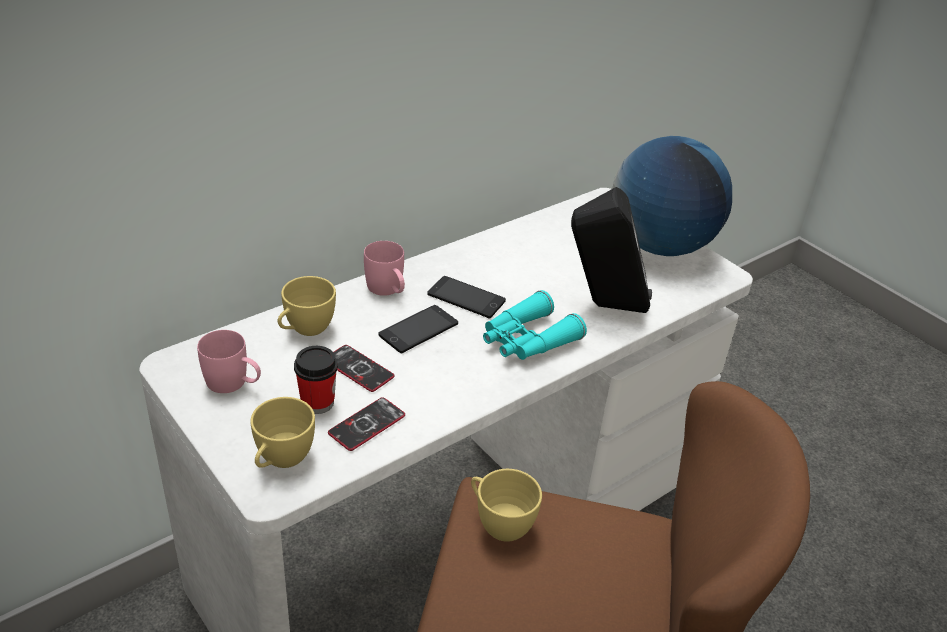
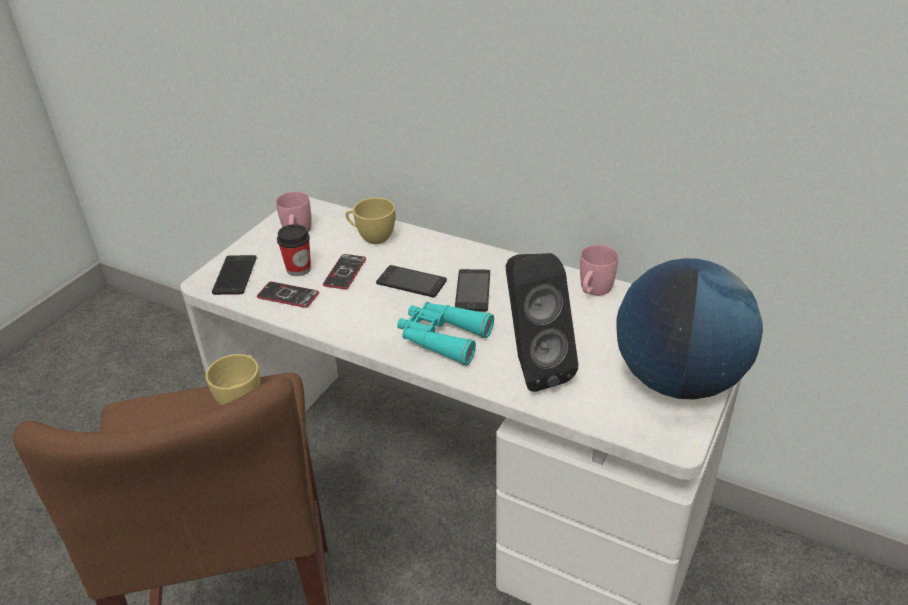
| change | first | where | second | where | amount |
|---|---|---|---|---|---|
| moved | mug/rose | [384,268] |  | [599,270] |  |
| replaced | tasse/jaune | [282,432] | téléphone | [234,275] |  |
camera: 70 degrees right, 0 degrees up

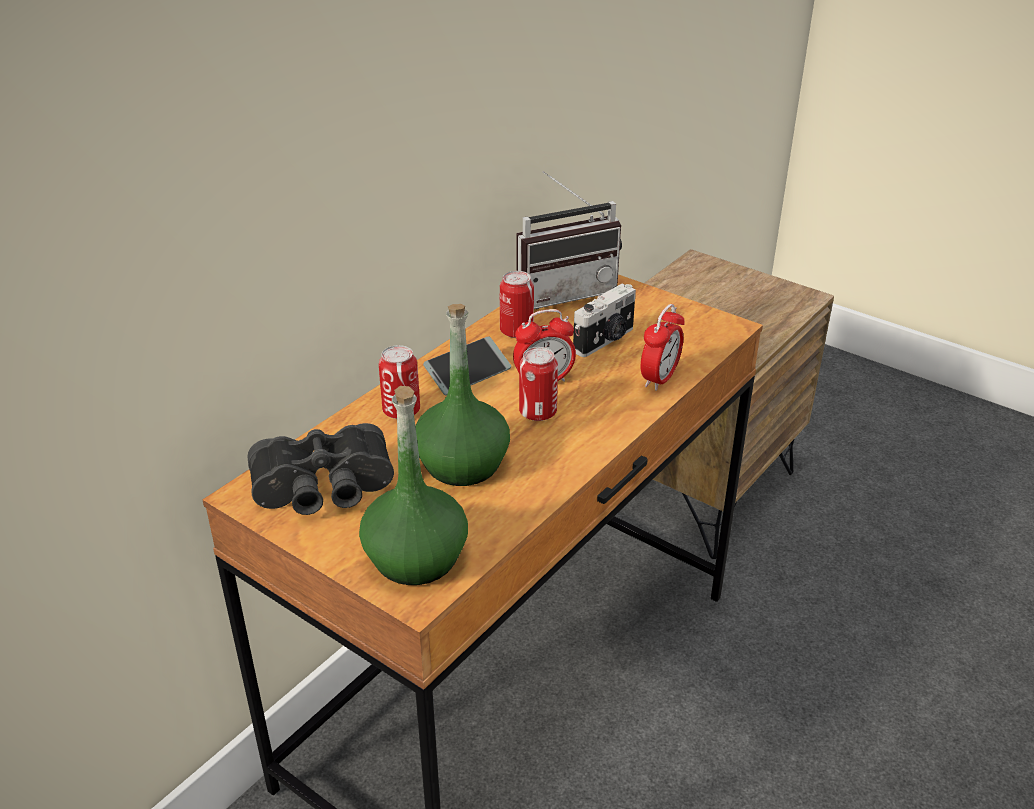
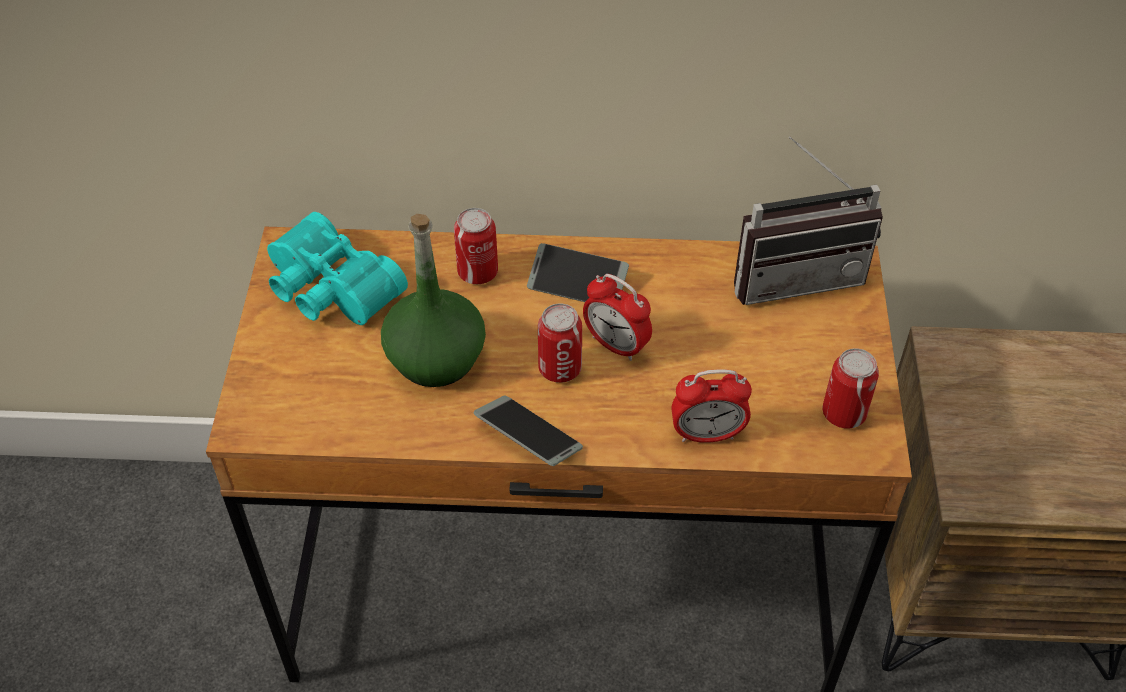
| change | first | where | second | where | amount |
|---|---|---|---|---|---|
| turned | radio | [569,240] |  | [808,220] | 45 degrees counterclockwise |
| moved | boîte métallique | [517,304] |  | [850,388] |  |
| removed | appareil photo | [604,320] |  |  |  |
| removed | bouteille/vert | [413,485] |  |  |  |
| recoloured | jumelles/noir | [321,469] | jumelles/turquoise | [337,268] |  |
| added |  |  | téléphone | [528,430] |  |
camera: 55 degrees right, 15 degrees up

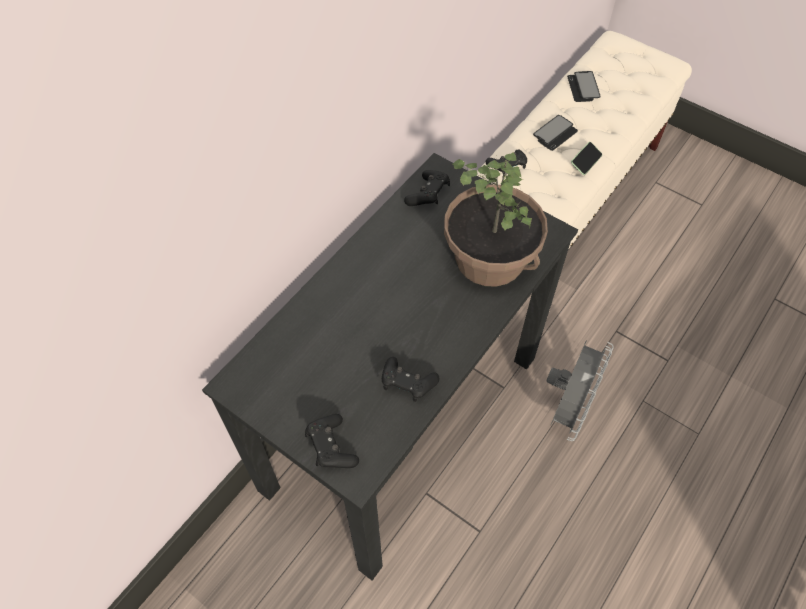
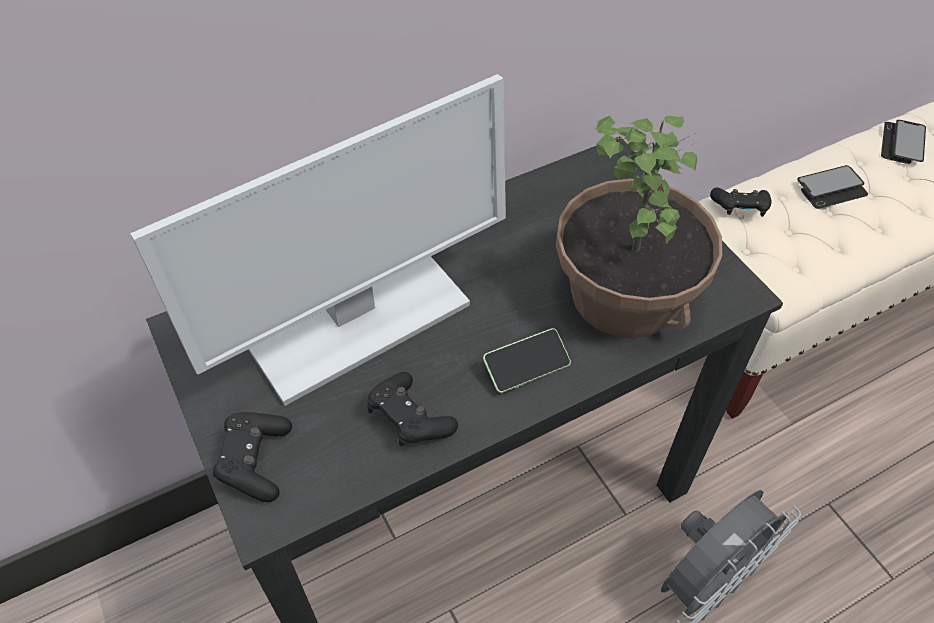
| change | first | where | second | where | amount |
|---|---|---|---|---|---|
| moved | téléphone | [586,158] |  | [527,360] |  |
| removed | manette/noir | [427,188] |  |  |  |
| added |  |  | écran d'ordinateur | [318,240] |  |
camera: 25 degrees right, 5 degrees down

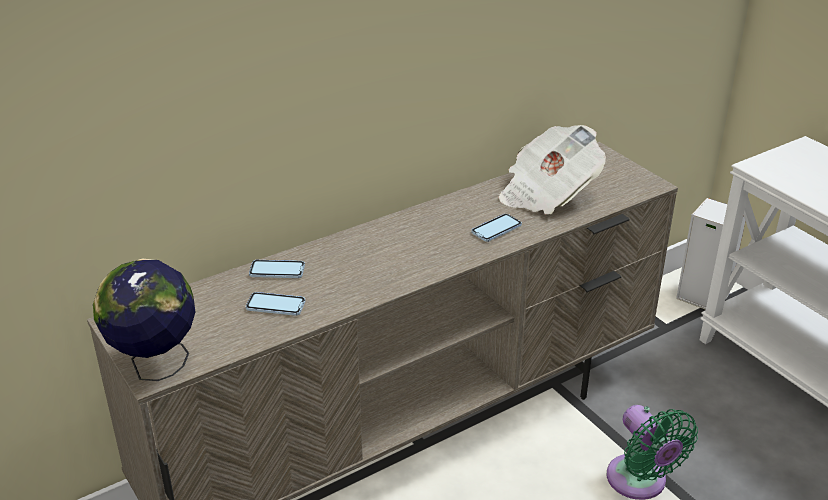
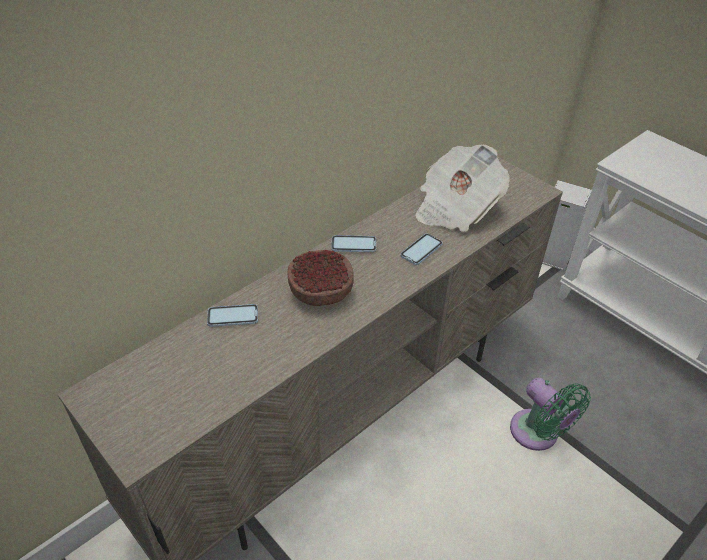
| change | first | where | second | where | amount |
|---|---|---|---|---|---|
| removed | globe | [144,319] |  |  |  |
| moved | téléphone | [275,304] |  | [353,243] |  |
| added |  |  | bol | [320,278] |  |
camera: 10 degrees left, 10 degrees up

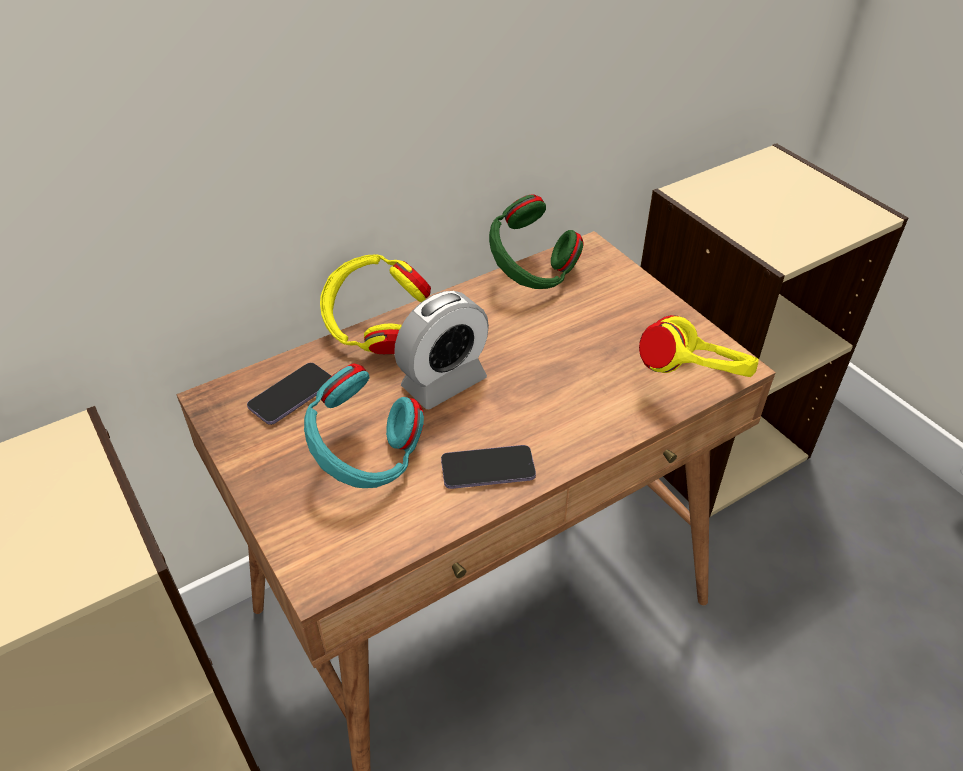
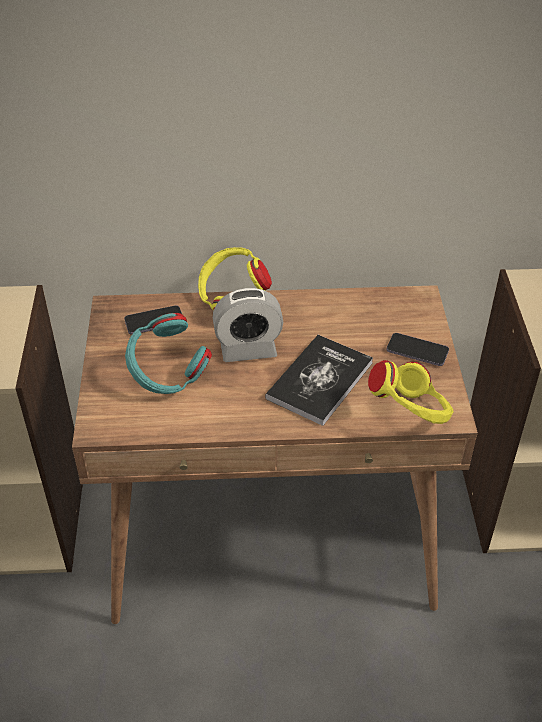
| change | first | where | second | where | amount |
|---|---|---|---|---|---|
| removed | casque audio/vert | [536,241] |  |  |  |
| moved | téléphone | [488,467] |  | [418,349] |  |
| added |  |  | livre | [319,380] |  |
camera: 30 degrees right, 0 degrees up

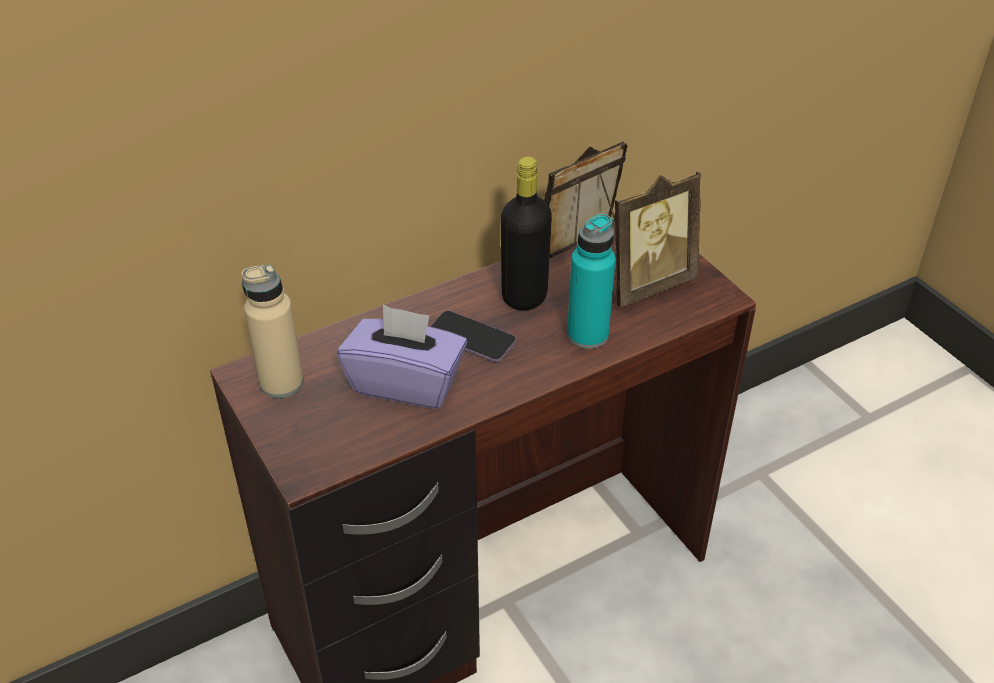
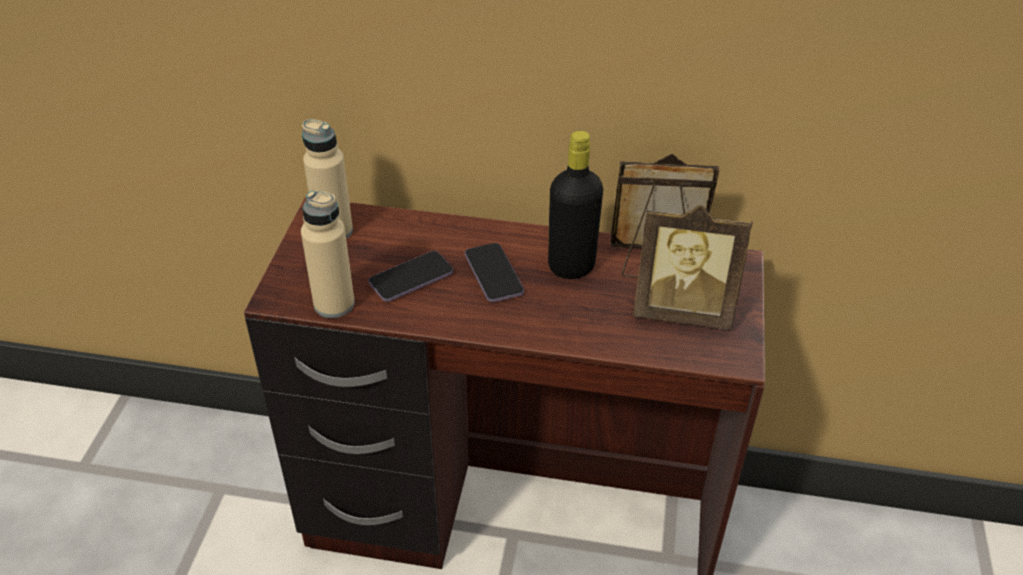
| change | first | where | second | where | amount |
|---|---|---|---|---|---|
| removed | bouteille/turquoise | [591,281] |  |  |  |
| replaced | boîte à mouchoirs/violet | [402,357] | téléphone | [411,276] |  |
| added |  |  | bouteille/beige | [328,254] |  |
camera: 40 degrees right, 0 degrees up

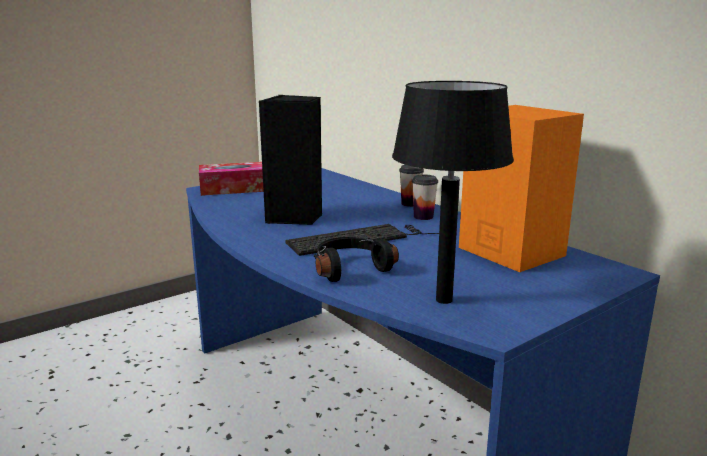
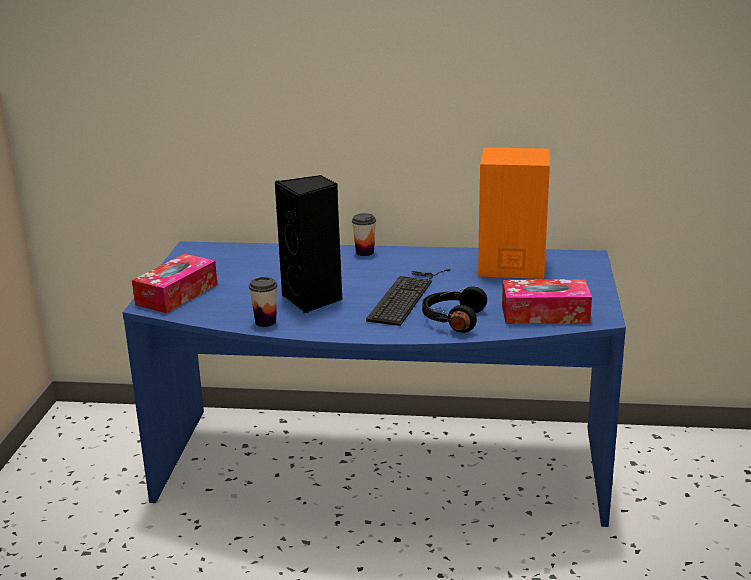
| change | first | where | second | where | amount |
|---|---|---|---|---|---|
| replaced | lampe de table/noir | [453,192] | boîte à mouchoirs | [547,301] |  |
| moved | tasse | [425,197] |  | [263,302] |  |
camera: 45 degrees left, 5 degrees up

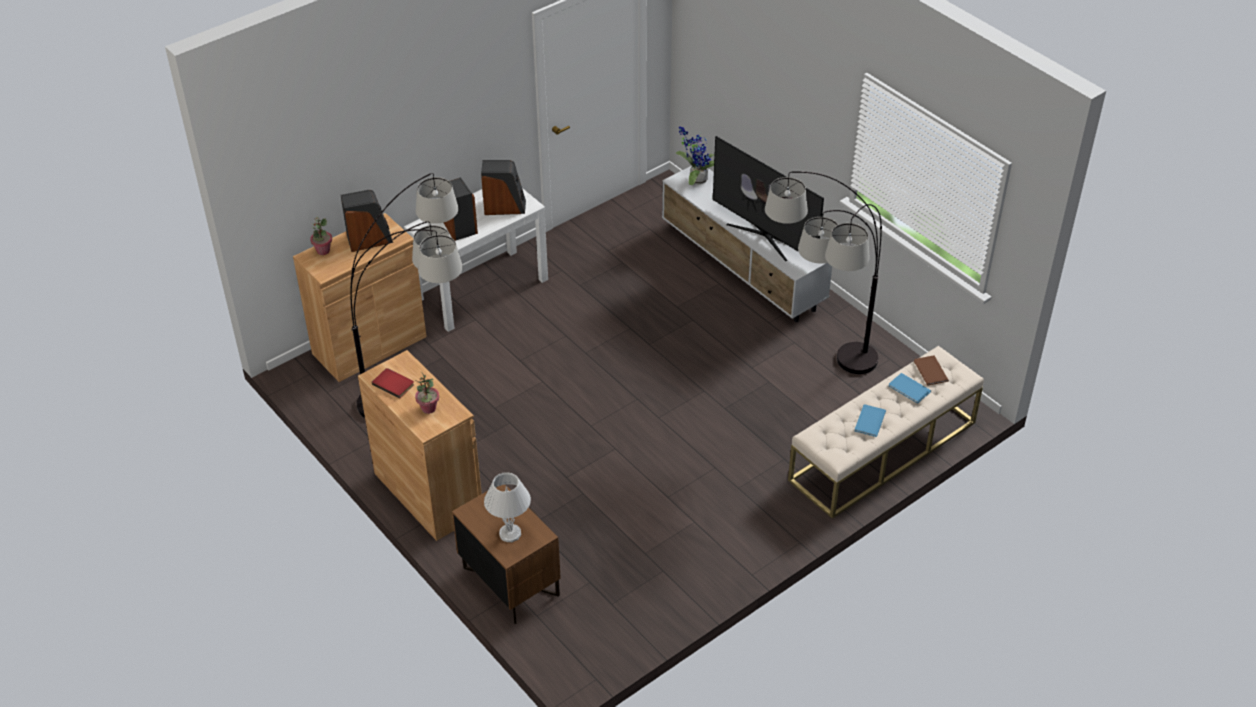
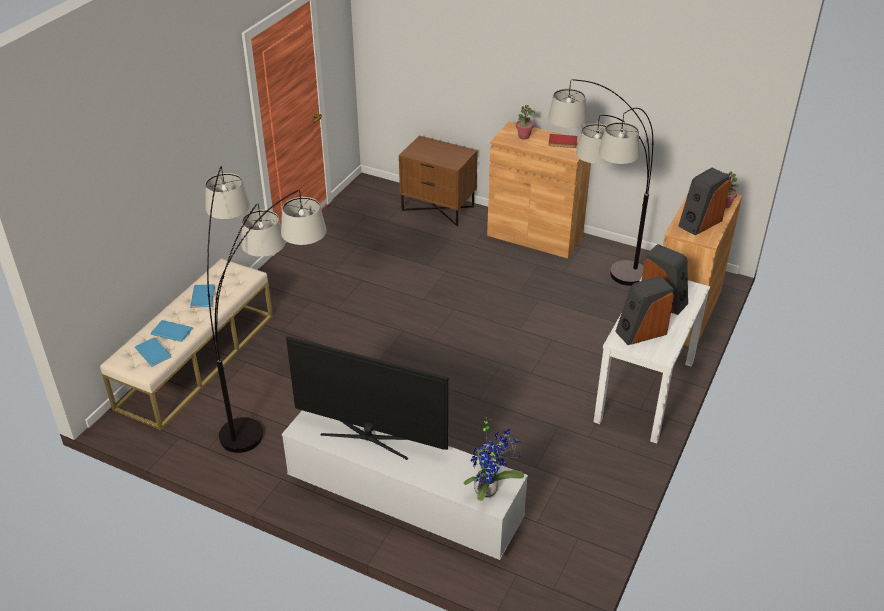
| change | first | where | second | where | amount |
|---|---|---|---|---|---|
| recoloured | livre/marron | [931,370] | livre/bleu | [153,352] |  |
| removed | lampe de table/blanc | [507,507] |  |  |  |
camera: 155 degrees right, 5 degrees down

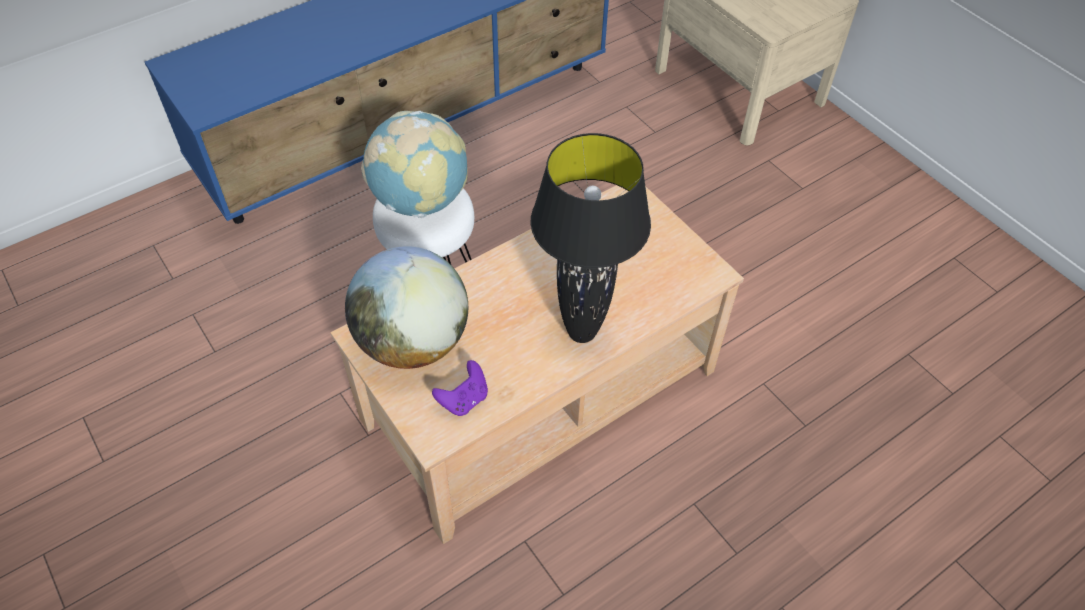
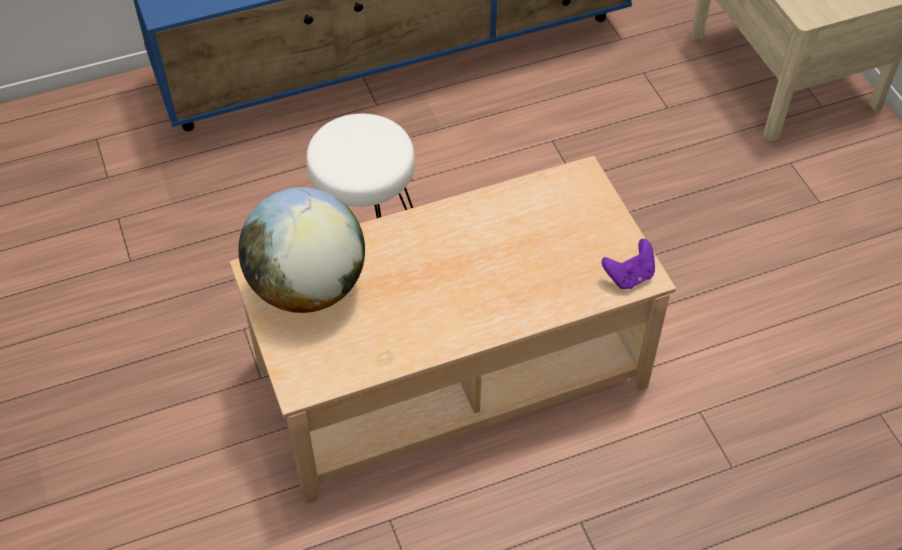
| change | first | where | second | where | amount |
|---|---|---|---|---|---|
| removed | globe | [414,164] |  |  |  |
| removed | lampe de table/noir | [591,238] |  |  |  |
| moved | manette/violet | [460,388] |  | [628,264] |  |
camera: 15 degrees right, 0 degrees up

